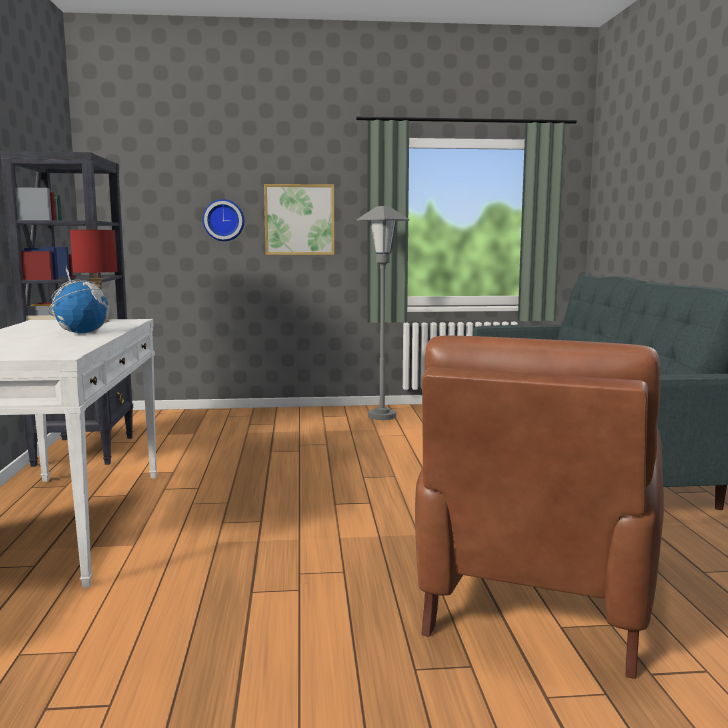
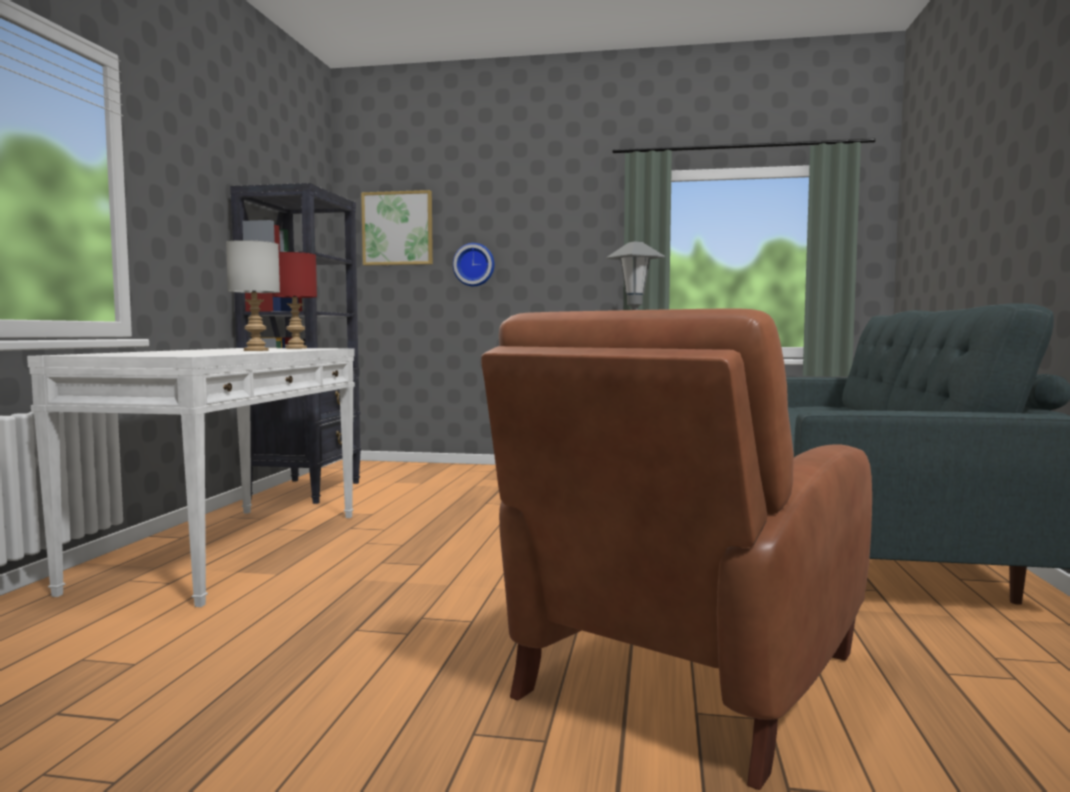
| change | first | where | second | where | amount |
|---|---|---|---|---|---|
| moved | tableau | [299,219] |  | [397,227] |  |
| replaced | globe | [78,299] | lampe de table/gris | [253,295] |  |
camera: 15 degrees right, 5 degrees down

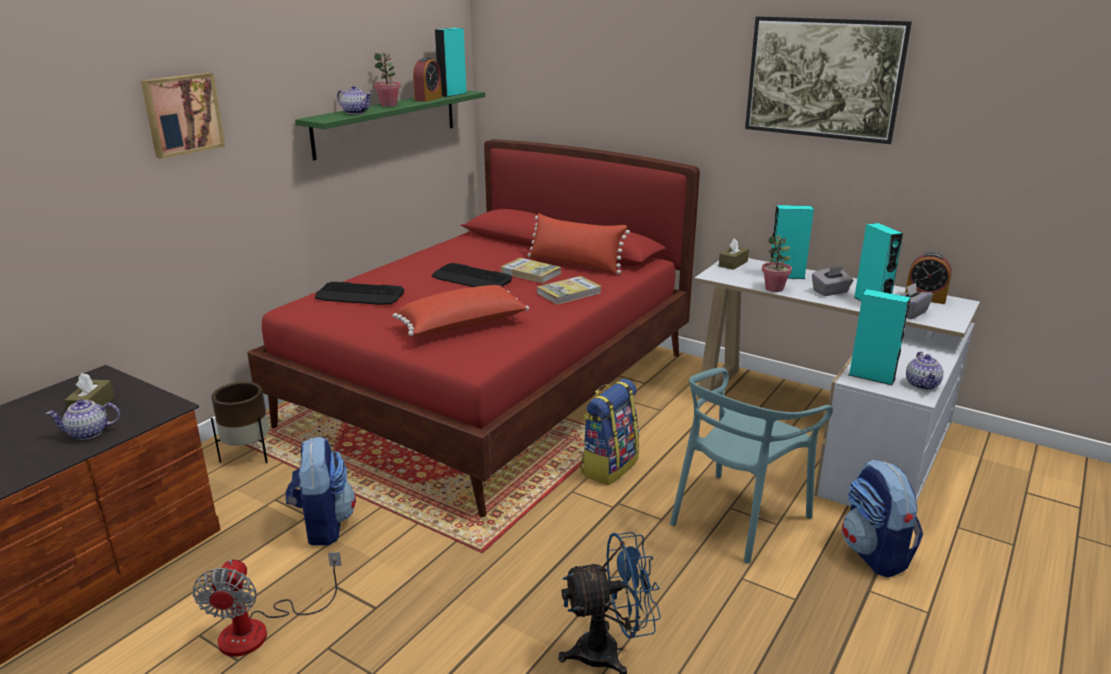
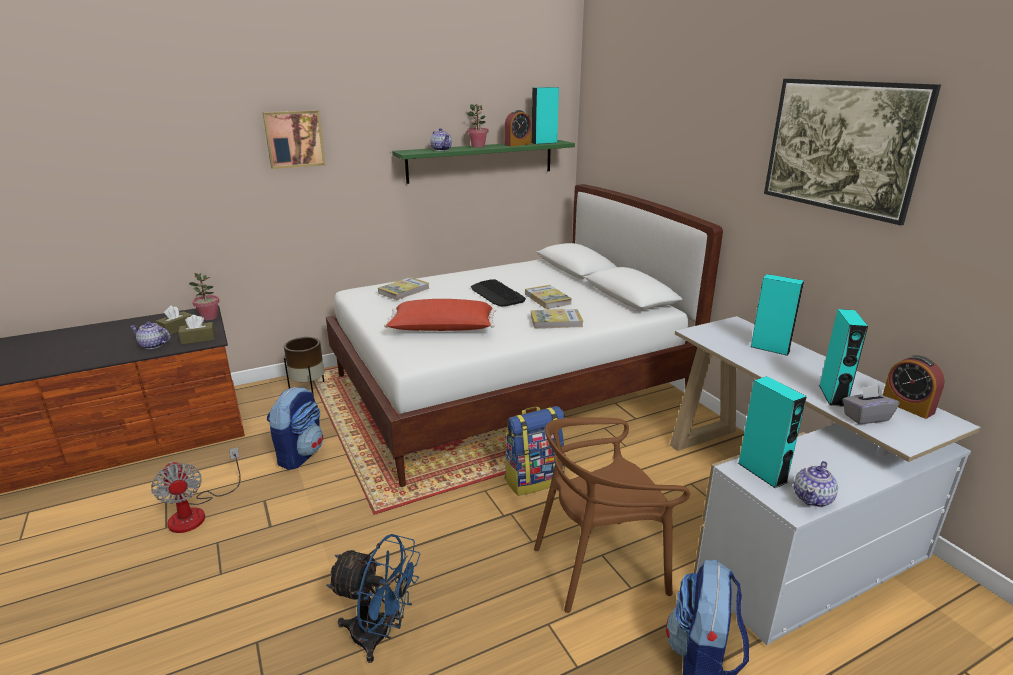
| change | first | where | second | where | amount |
|---|---|---|---|---|---|
| recoloured | lit/rouge | [473,328] | lit/blanc | [524,335] |  |
| removed | coussin/rouge | [579,244] |  |  |  |
| moved | plante en pot | [777,263] |  | [204,296] |  |
| moved | boîte à mouchoirs/marron | [734,254] |  | [196,329] |  |
| removed | boîte à mouchoirs/gris | [832,281] |  |  |  |
| replaced | clavier | [359,293] | livre | [404,288] |  |
| recoloured | chaise/turquoise | [751,465] | chaise/marron | [612,515] |  |
| turned | ventilateur | [267,604] |  | [196,490] | 60 degrees counterclockwise |
camera: 30 degrees right, 0 degrees up

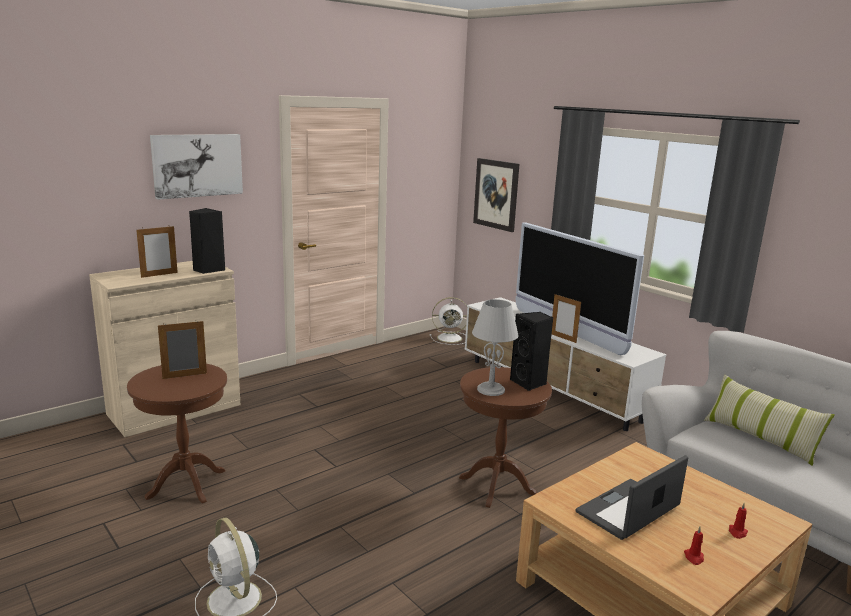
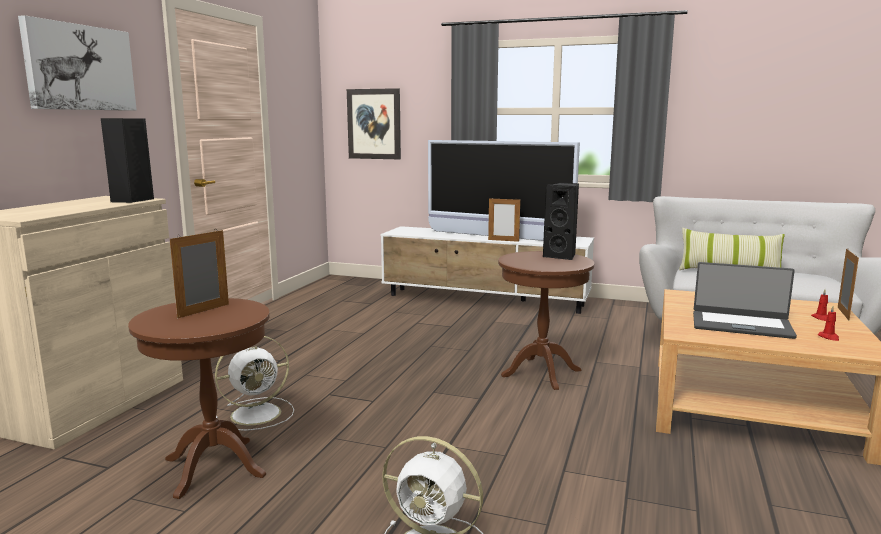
| change | first | where | second | where | amount |
|---|---|---|---|---|---|
| moved | cadre photo | [157,251] |  | [848,284] |  |
| moved | ventilateur/blanc | [448,321] |  | [254,383] |  |
| removed | lampe de table/gris | [495,347] |  |  |  |
| turned | ordinateur portable | [632,497] |  | [745,300] | 90 degrees counterclockwise |
camera: 30 degrees left, 5 degrees down

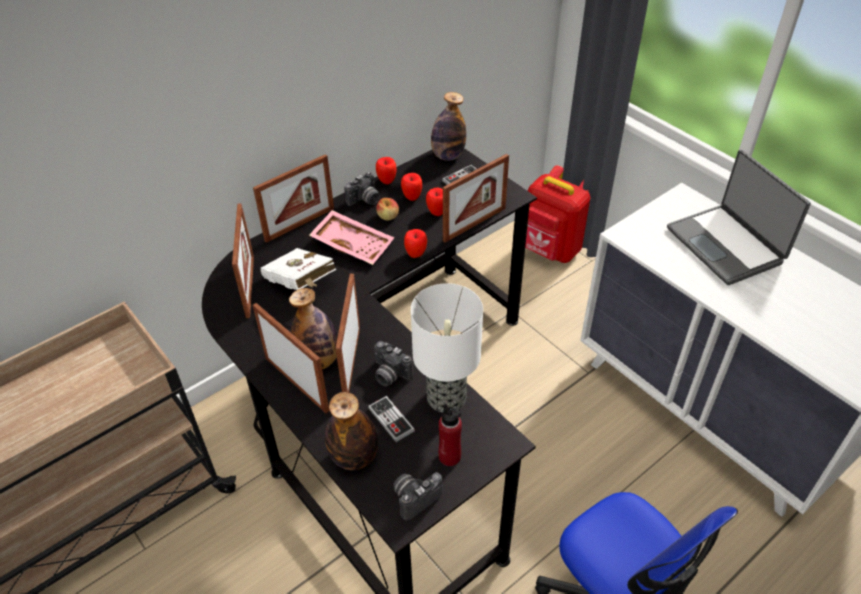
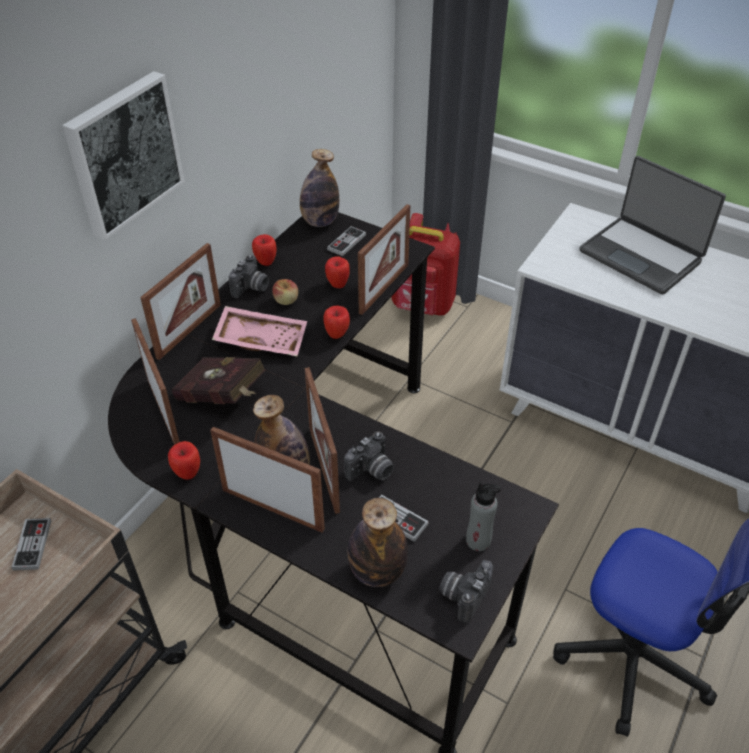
| change | first | where | second | where | amount |
|---|---|---|---|---|---|
| moved | pomme | [411,187] |  | [184,460] |  |
| recoloured | livre/blanc | [298,269] | livre/rouge | [218,380] |  |
| removed | lampe de table | [447,347] |  |  |  |
| turned | appareil photo | [393,363] |  | [369,456] | 60 degrees counterclockwise |
| recoloured | bouteille/rouge | [450,435] | bouteille/gris | [483,516] |  |
| added |  |  | tableau | [123,156] |  |
| added |  |  | manette | [31,544] |  |
camera: 20 degrees left, 0 degrees up

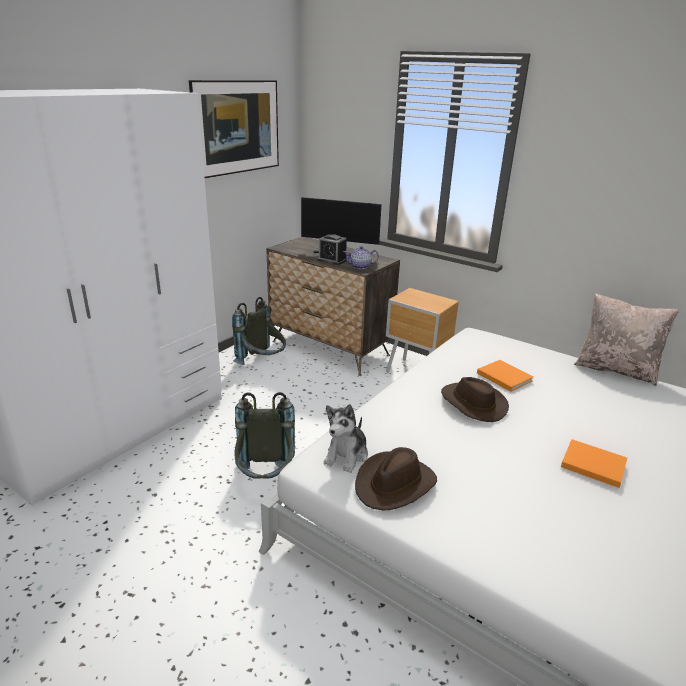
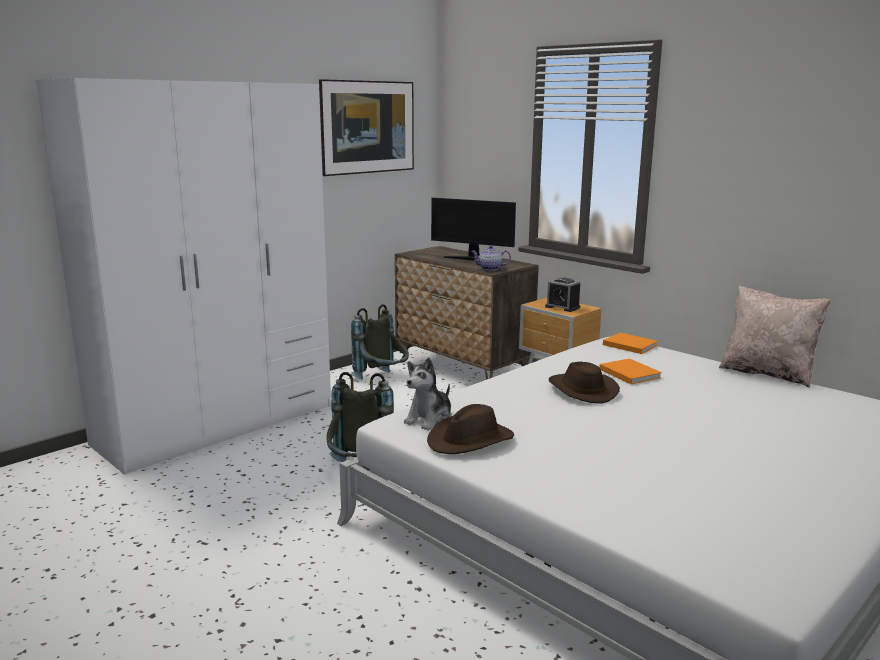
| change | first | where | second | where | amount |
|---|---|---|---|---|---|
| moved | réveil | [332,249] |  | [562,295] |  |
| moved | livre/orange | [594,463] |  | [630,343] |  |
camera: 10 degrees right, 10 degrees down

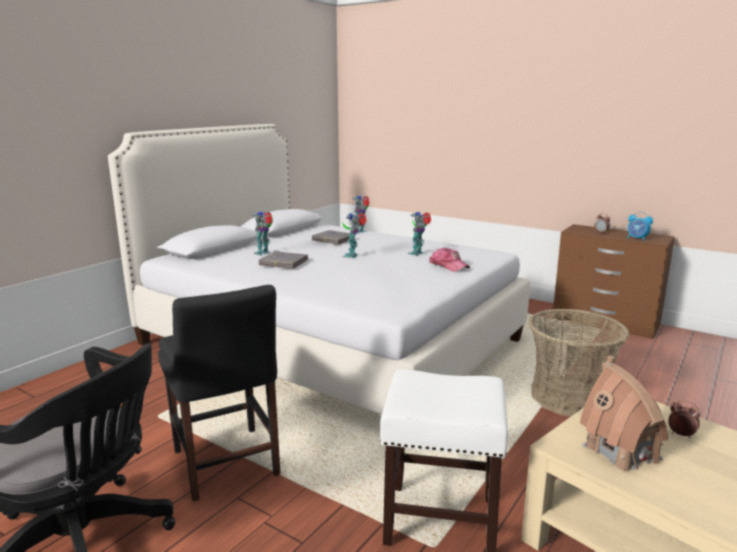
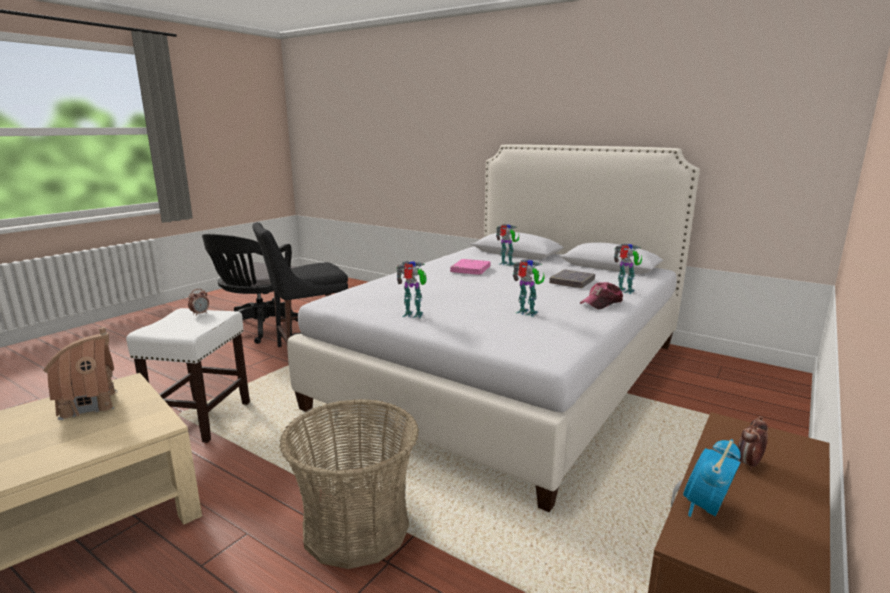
| change | first | where | second | where | amount |
|---|---|---|---|---|---|
| moved | robot jouet | [354,235] |  | [411,289] |  |
| moved | casquette | [449,259] |  | [601,295] |  |
| recoloured | livre/gris | [283,260] | livre/rose | [470,267] |  |
| moved | réveil | [684,419] |  | [198,302] |  |
camera: 90 degrees right, 0 degrees up

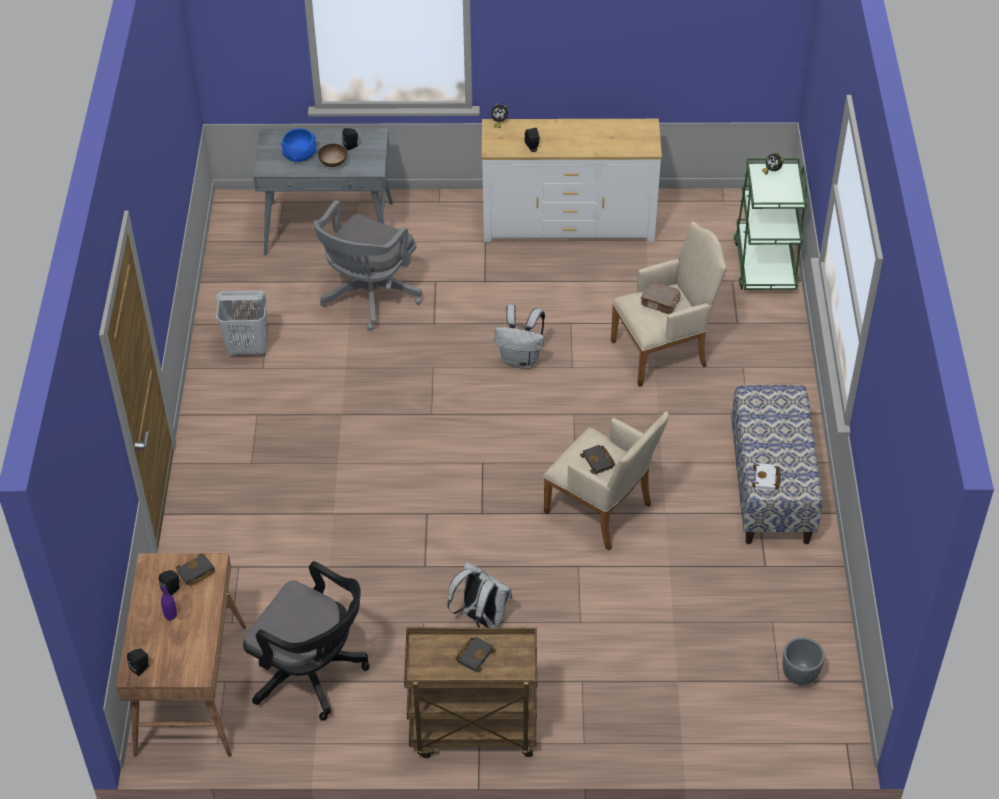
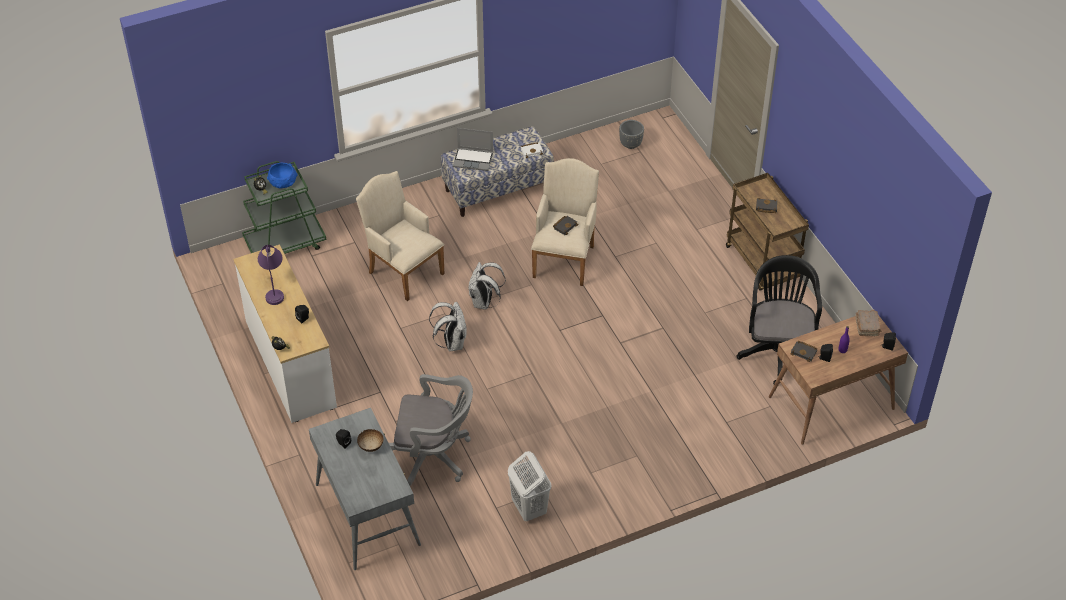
| change | first | where | second | where | amount |
|---|---|---|---|---|---|
| moved | bol/bleu | [299,145] |  | [282,175] |  |
| moved | livre/marron | [660,297] |  | [868,323] |  |
| moved | sac à dos/blanc | [479,594] |  | [487,286] |  |
| added |  |  | ordinateur portable | [473,149] |  |
| added |  |  | lampe de table/violet | [271,275] |  |
camera: 115 degrees left, 0 degrees up

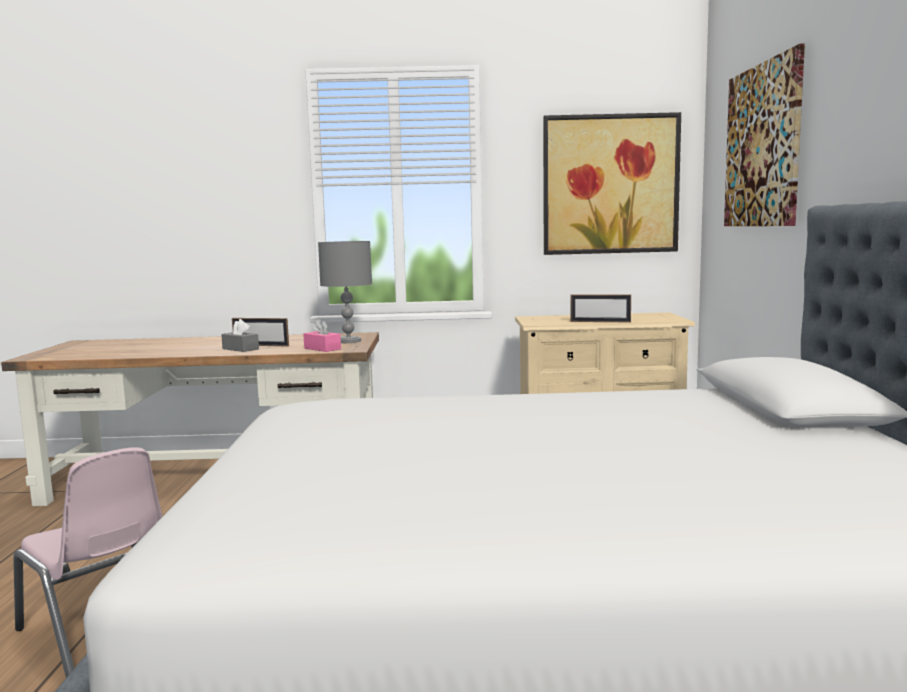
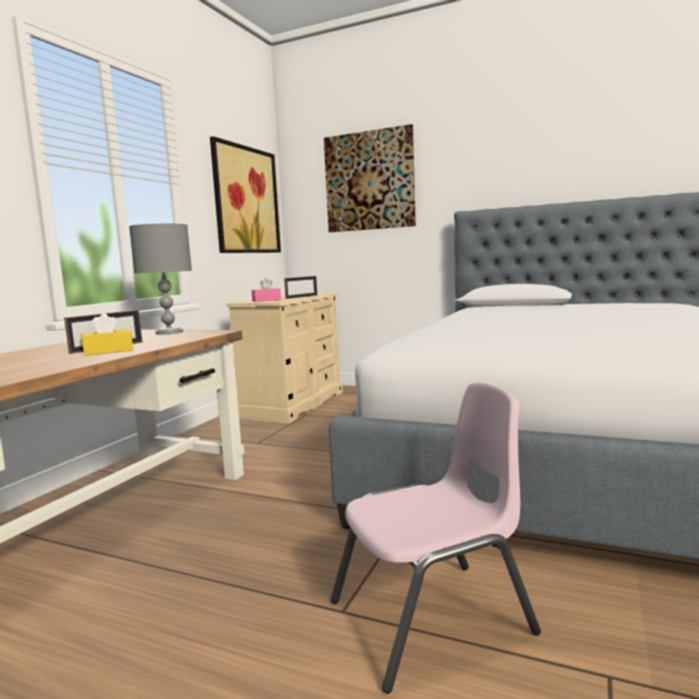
| change | first | where | second | where | amount |
|---|---|---|---|---|---|
| recoloured | boîte à mouchoirs/gris | [240,335] | boîte à mouchoirs/jaune | [107,334] |  |
| moved | boîte à mouchoirs/rose | [322,335] |  | [266,290] |  |
camera: 65 degrees left, 0 degrees up

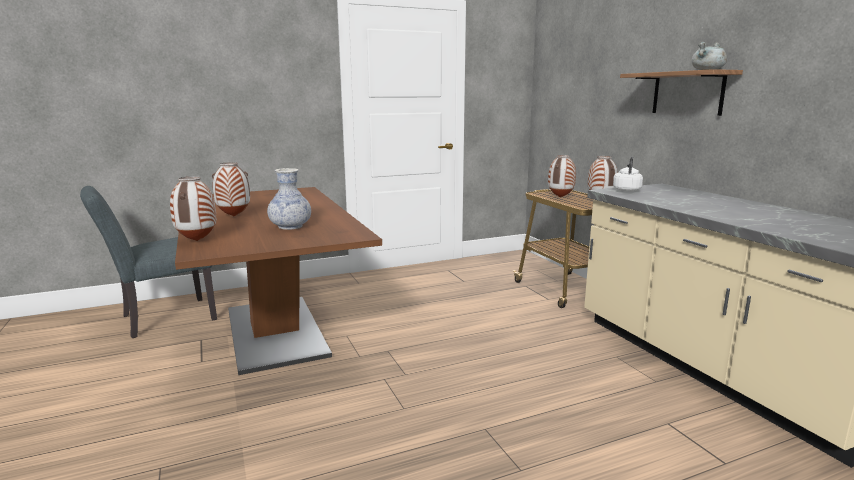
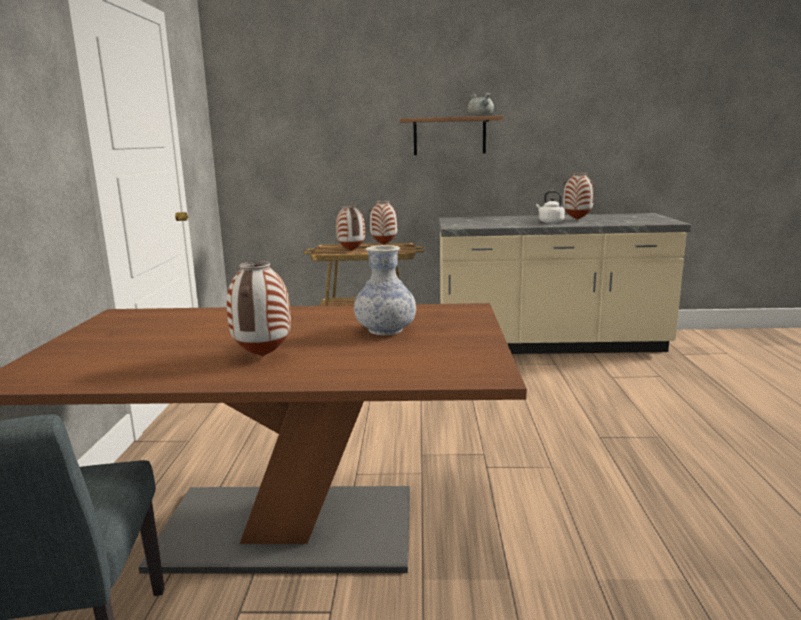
| change | first | where | second | where | amount |
|---|---|---|---|---|---|
| moved | bouilloire/blanc | [628,174] |  | [550,207] |  |
| moved | vase | [193,208] |  | [578,196] |  |
camera: 65 degrees left, 0 degrees up

